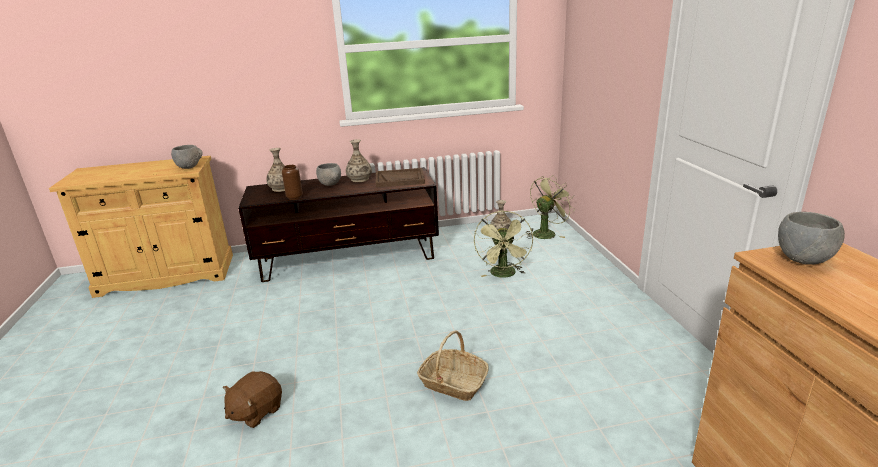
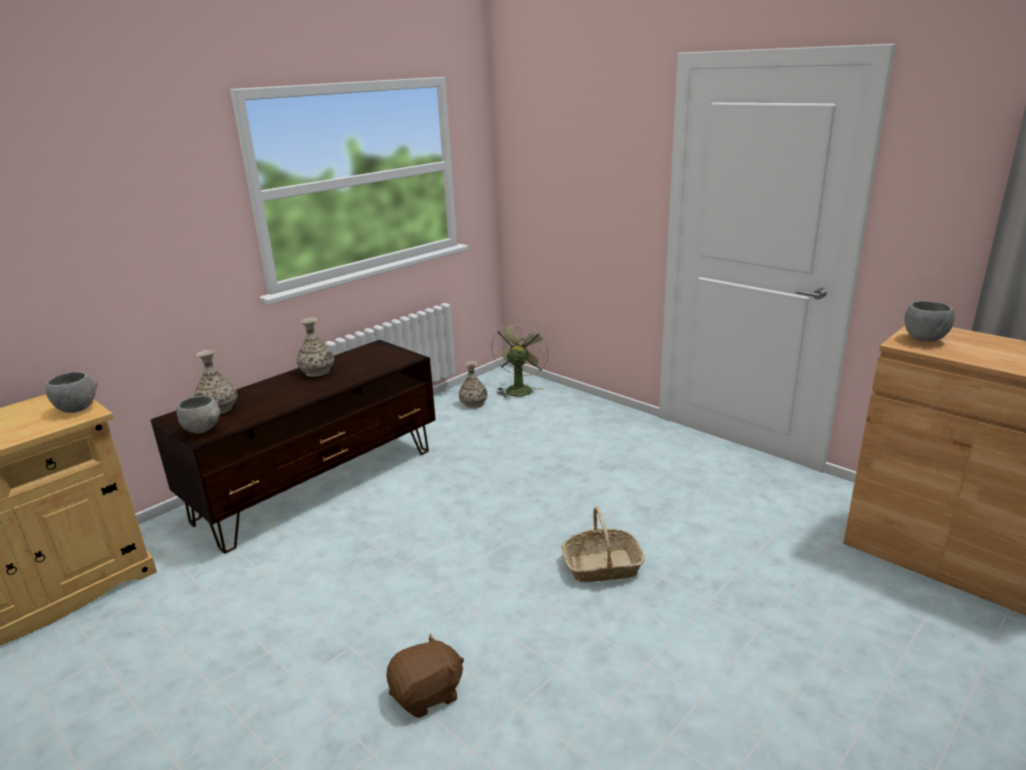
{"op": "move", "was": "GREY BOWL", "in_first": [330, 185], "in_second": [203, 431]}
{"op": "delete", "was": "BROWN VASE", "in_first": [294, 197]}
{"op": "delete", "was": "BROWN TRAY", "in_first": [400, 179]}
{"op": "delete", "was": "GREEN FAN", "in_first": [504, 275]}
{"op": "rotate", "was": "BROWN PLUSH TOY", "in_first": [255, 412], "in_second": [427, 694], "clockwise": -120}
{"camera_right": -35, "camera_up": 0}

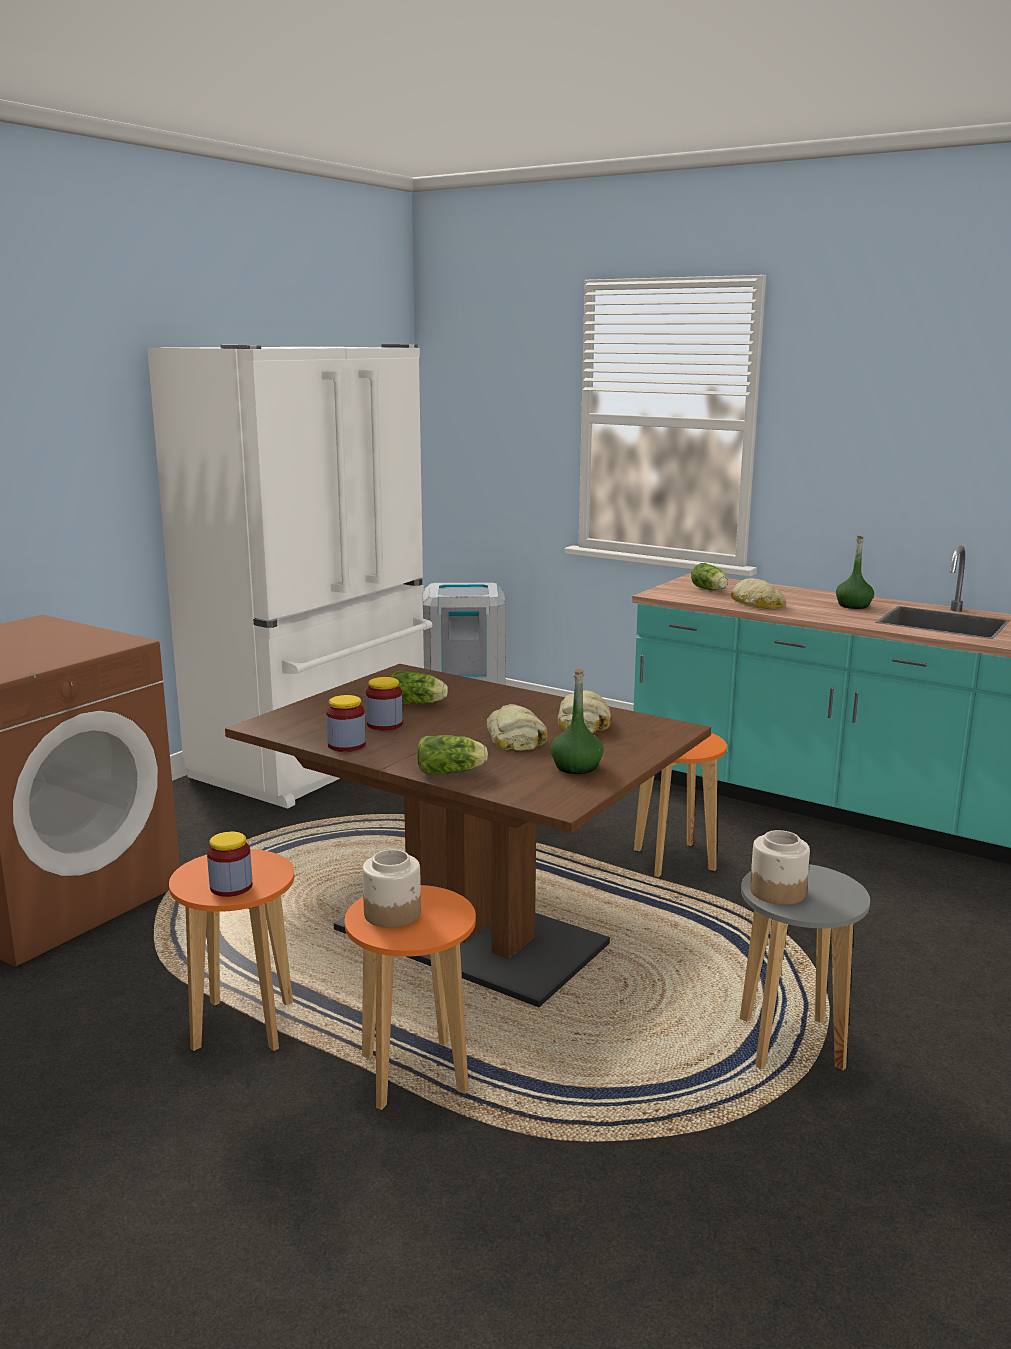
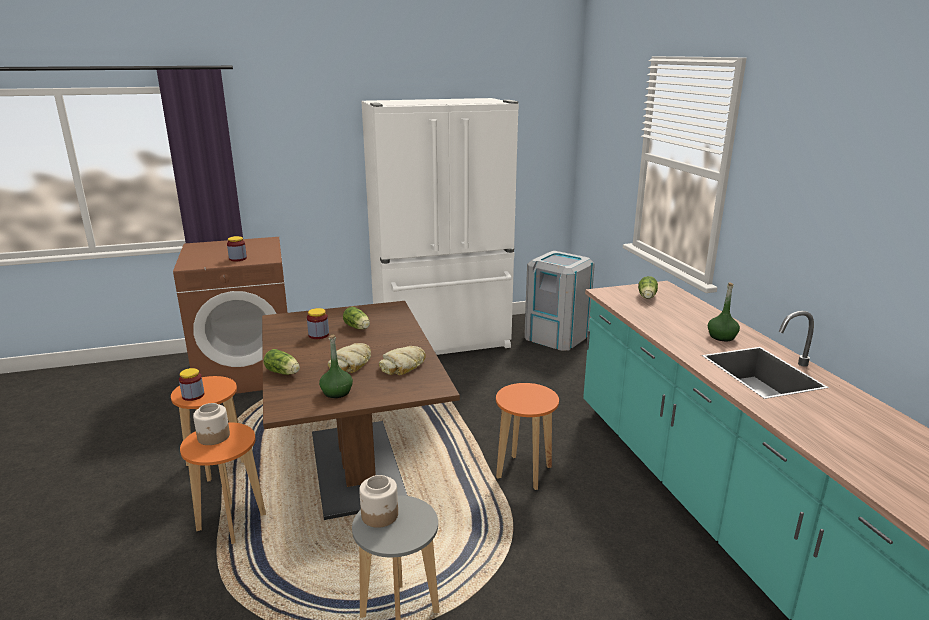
{"op": "delete", "was": "BREAD", "in_first": [757, 603]}
{"op": "move", "was": "JAR", "in_first": [346, 745], "in_second": [238, 259]}
{"camera_right": 40, "camera_up": 5}

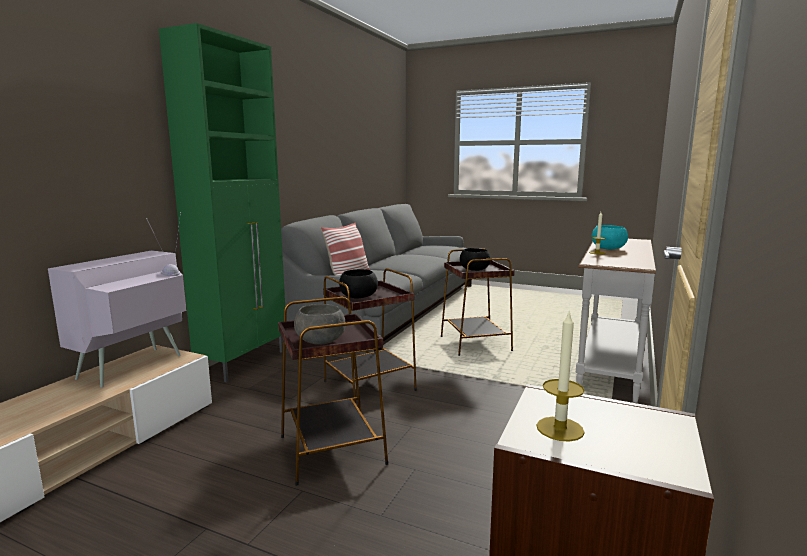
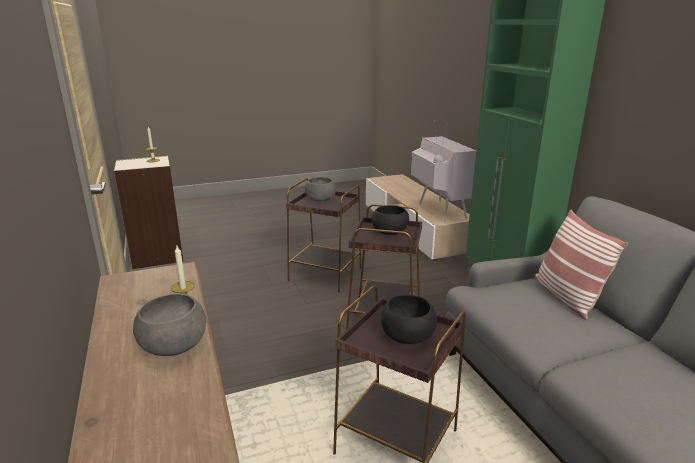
{"op": "recolor", "was": "TURQUOISE BOWL", "now": "GREY BOWL", "in_first": [608, 248], "in_second": [173, 345]}
{"camera_right": 135, "camera_up": 10}

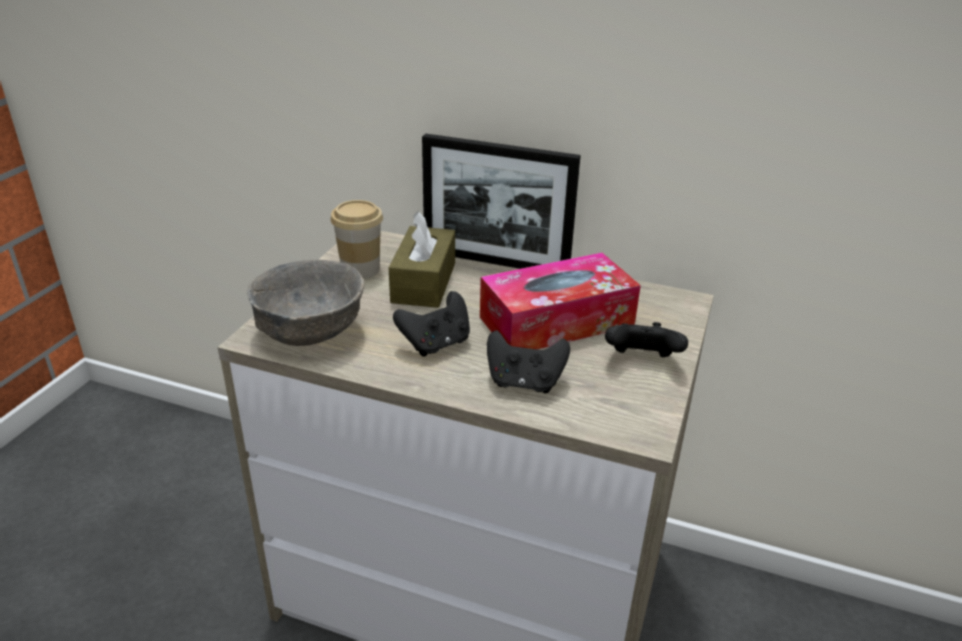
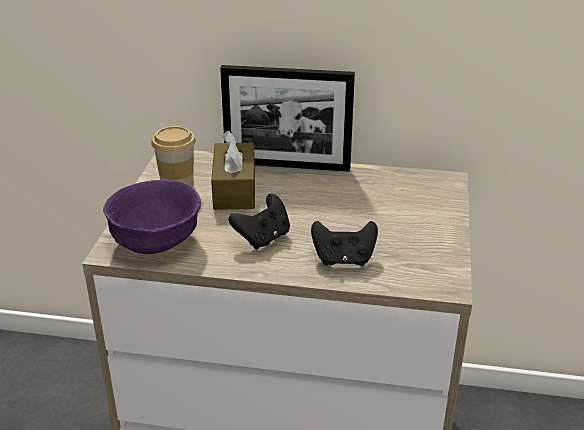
{"op": "delete", "was": "TISSUE BOX", "in_first": [556, 321]}
{"op": "recolor", "was": "GREY BOWL", "now": "PURPLE BOWL", "in_first": [310, 333], "in_second": [156, 242]}
{"op": "delete", "was": "BLACK GAME CONTROLLER", "in_first": [641, 360]}
{"camera_right": -10, "camera_up": 0}

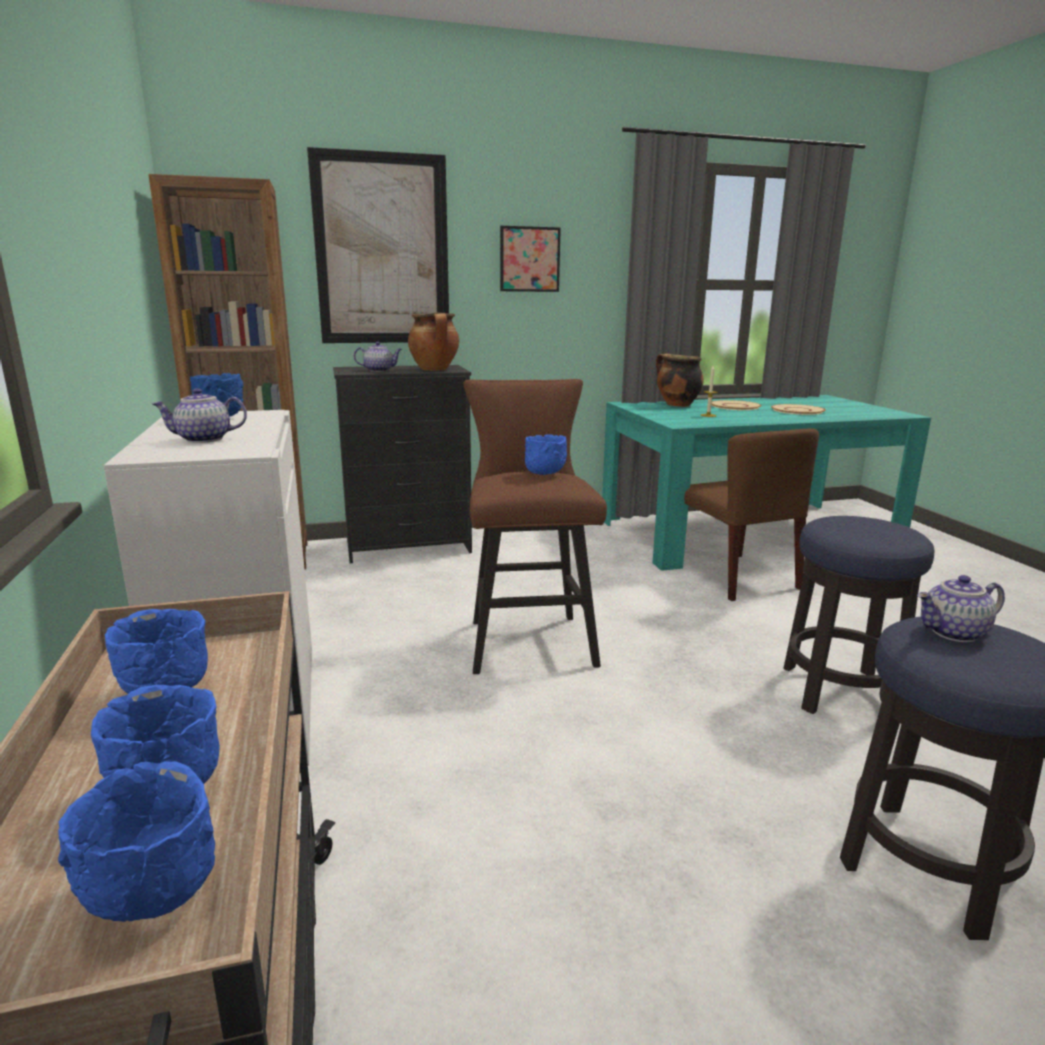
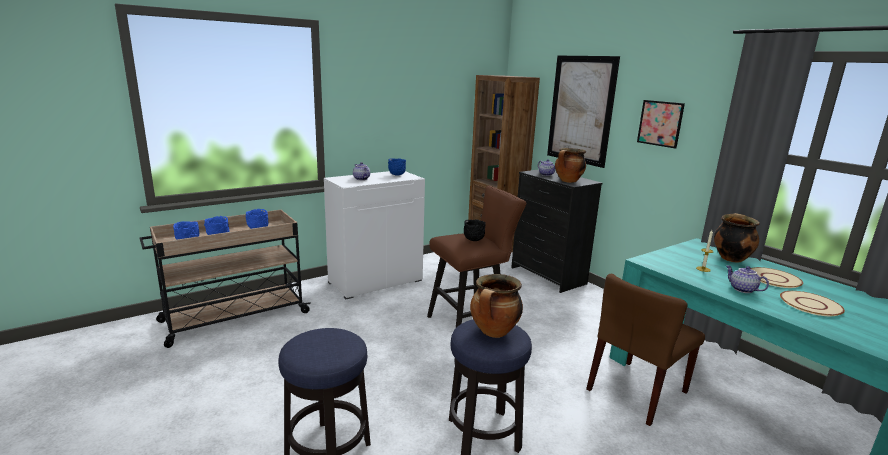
{"op": "recolor", "was": "BLUE BOWL", "now": "BLACK BOWL", "in_first": [545, 474], "in_second": [473, 240]}
{"op": "move", "was": "TEAPOT", "in_first": [954, 633], "in_second": [742, 289]}
{"op": "insert", "now": "COOKING POT", "in_second": [494, 332]}
{"camera_right": 70, "camera_up": 0}

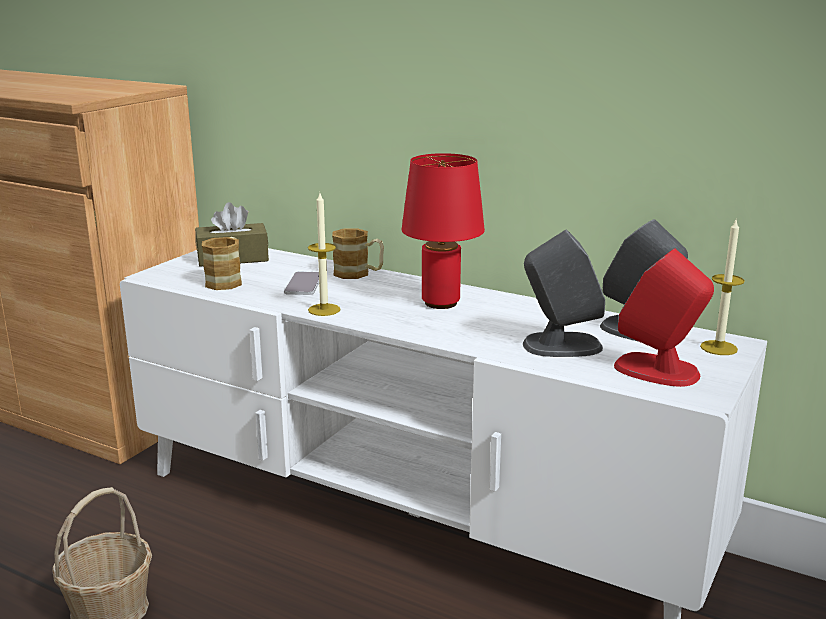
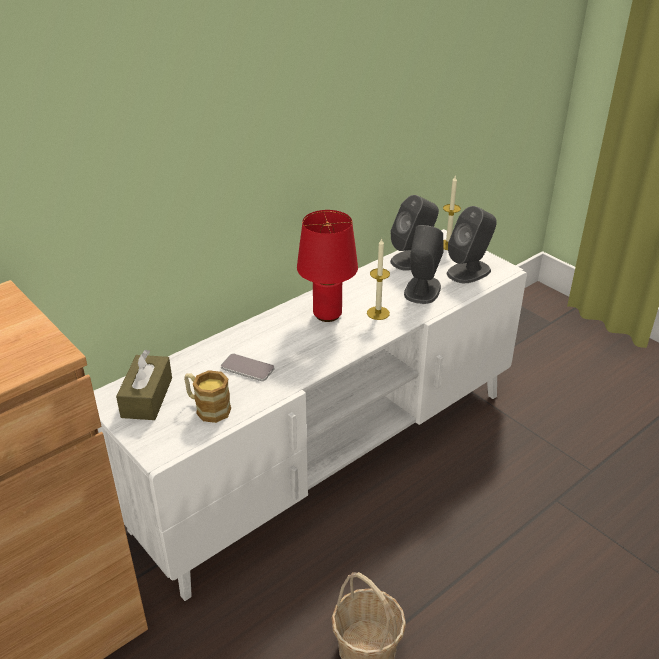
{"op": "move", "was": "CANDLE", "in_first": [324, 310], "in_second": [378, 313]}
{"op": "delete", "was": "MUG", "in_first": [358, 274]}
{"op": "recolor", "was": "RED SPEAKER", "now": "GREY SPEAKER", "in_first": [658, 370], "in_second": [469, 271]}
{"camera_right": -70, "camera_up": 15}

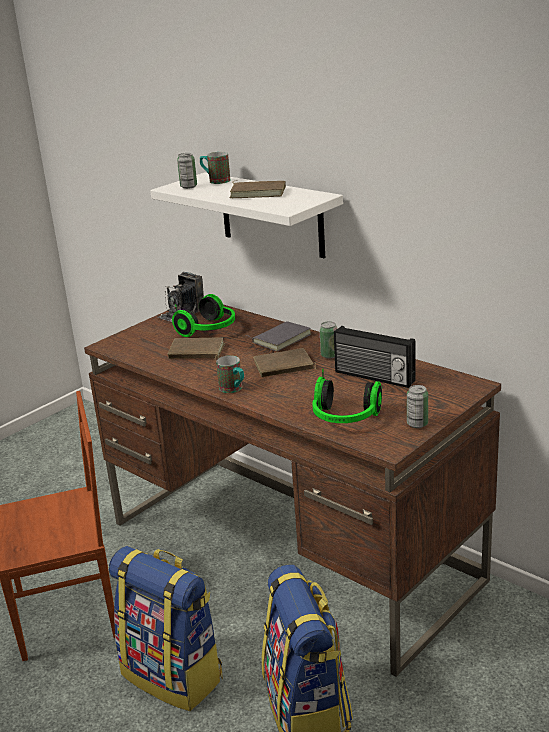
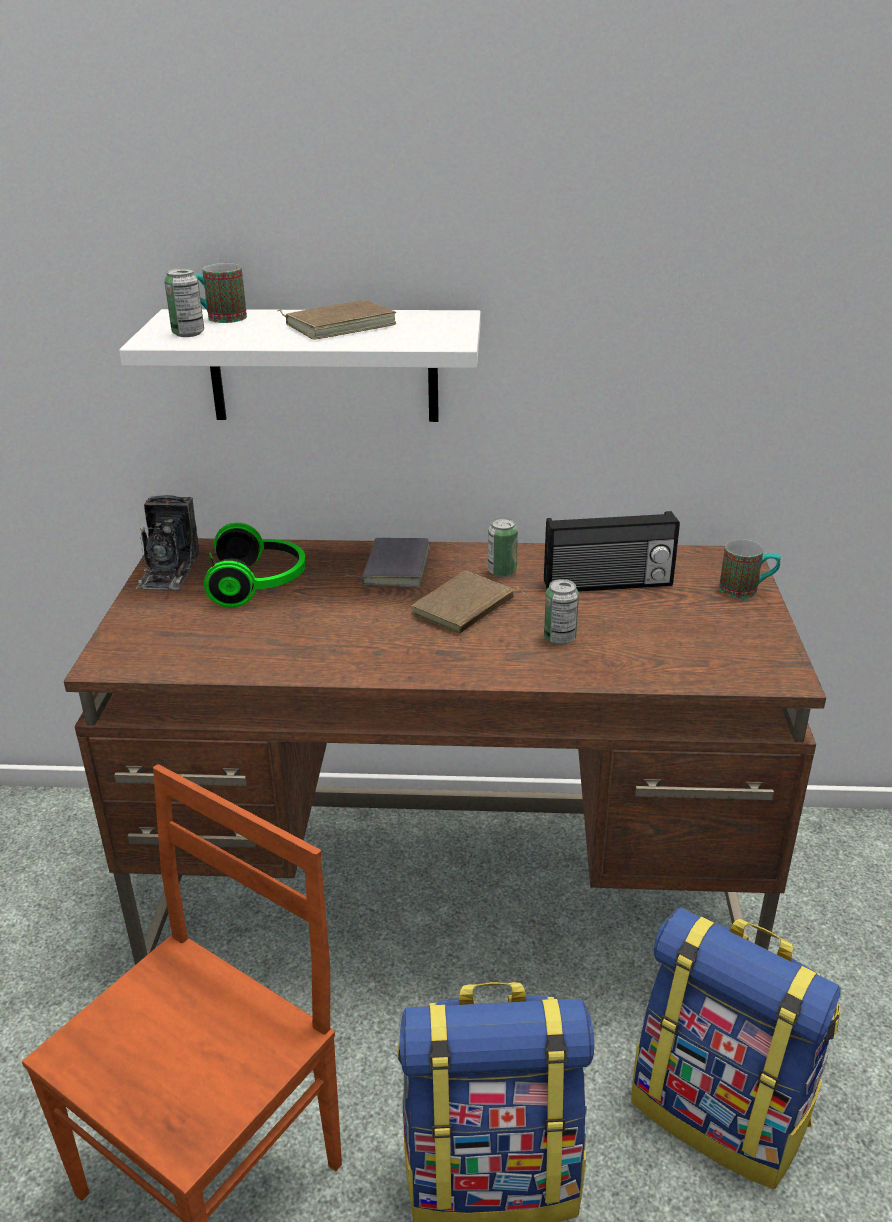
{"op": "delete", "was": "BROWN BOOK", "in_first": [196, 352]}
{"op": "move", "was": "MUG", "in_first": [234, 389], "in_second": [746, 591]}
{"op": "delete", "was": "HEADPHONES", "in_first": [345, 418]}
{"op": "move", "was": "CAN", "in_first": [417, 424], "in_second": [559, 638]}
{"camera_right": -40, "camera_up": 5}

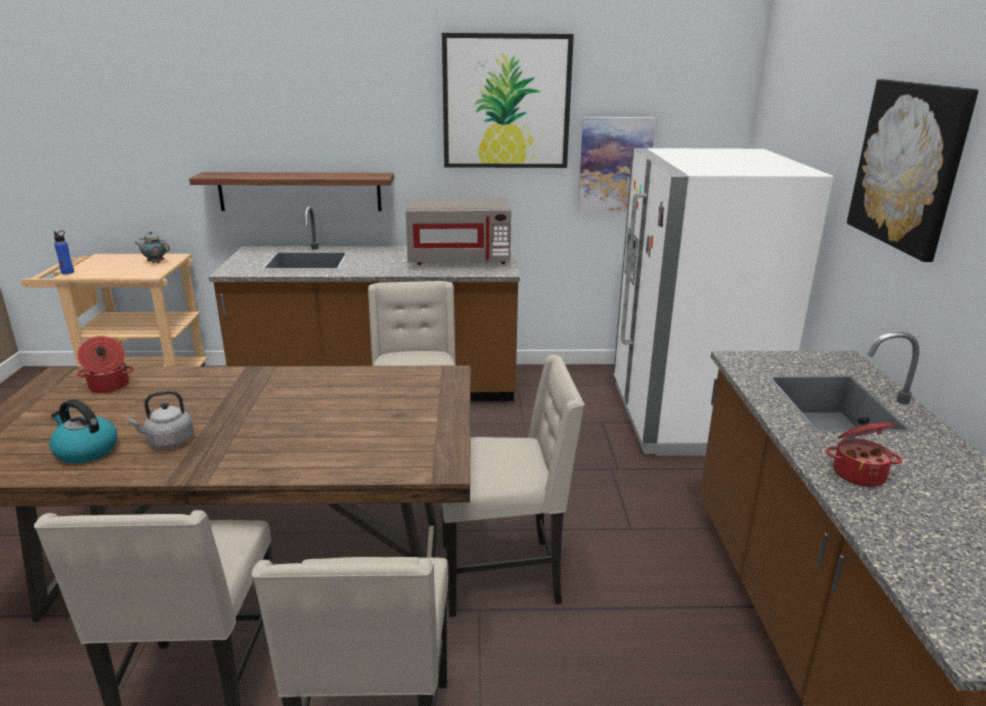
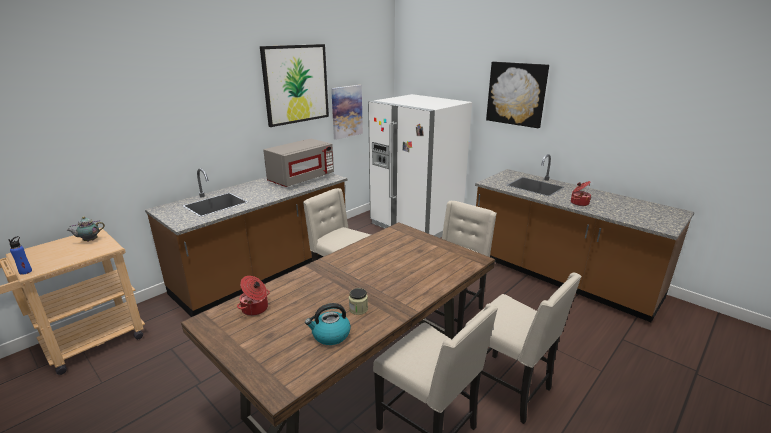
{"op": "delete", "was": "SHELF", "in_first": [300, 191]}
{"op": "replace", "was": "GREY KETTLE", "now": "JAR", "in_first": [168, 442], "in_second": [358, 309]}
{"camera_right": -45, "camera_up": 0}

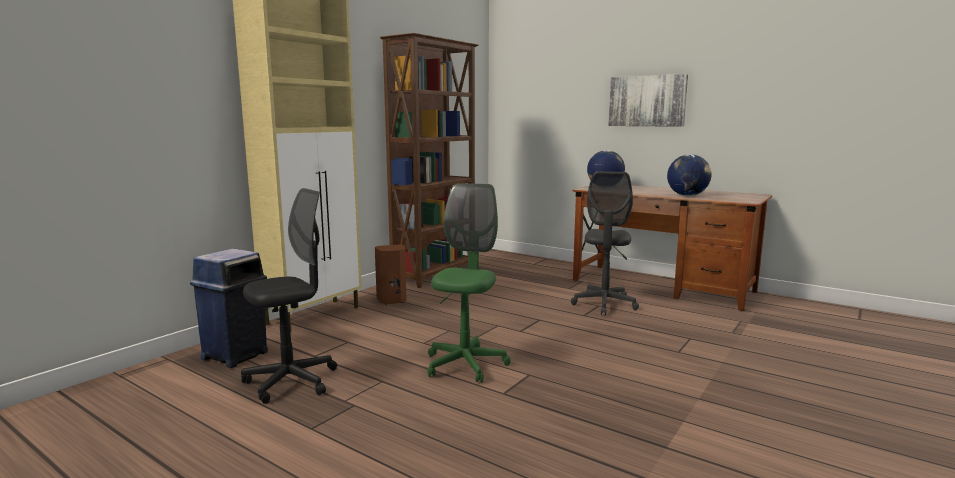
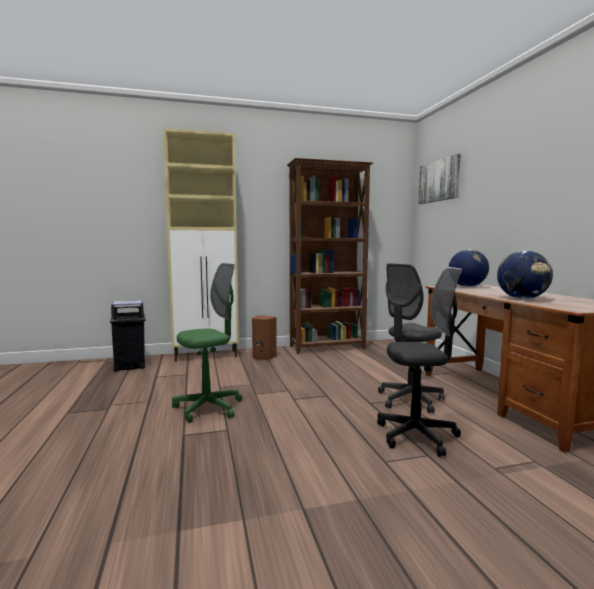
{"op": "move", "was": "PICTURE", "in_first": [647, 101], "in_second": [439, 181]}
{"op": "move", "was": "BLACK OFFICE CHAIR", "in_first": [291, 381], "in_second": [416, 436]}
{"camera_right": 40, "camera_up": -5}

